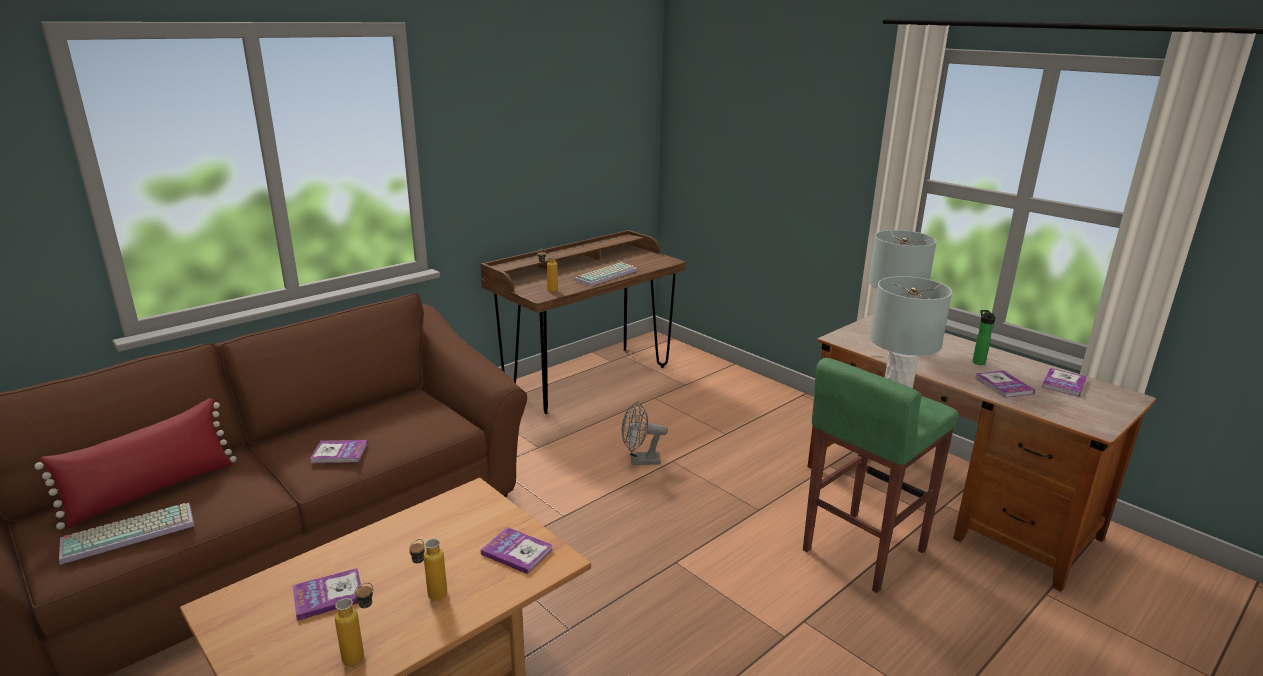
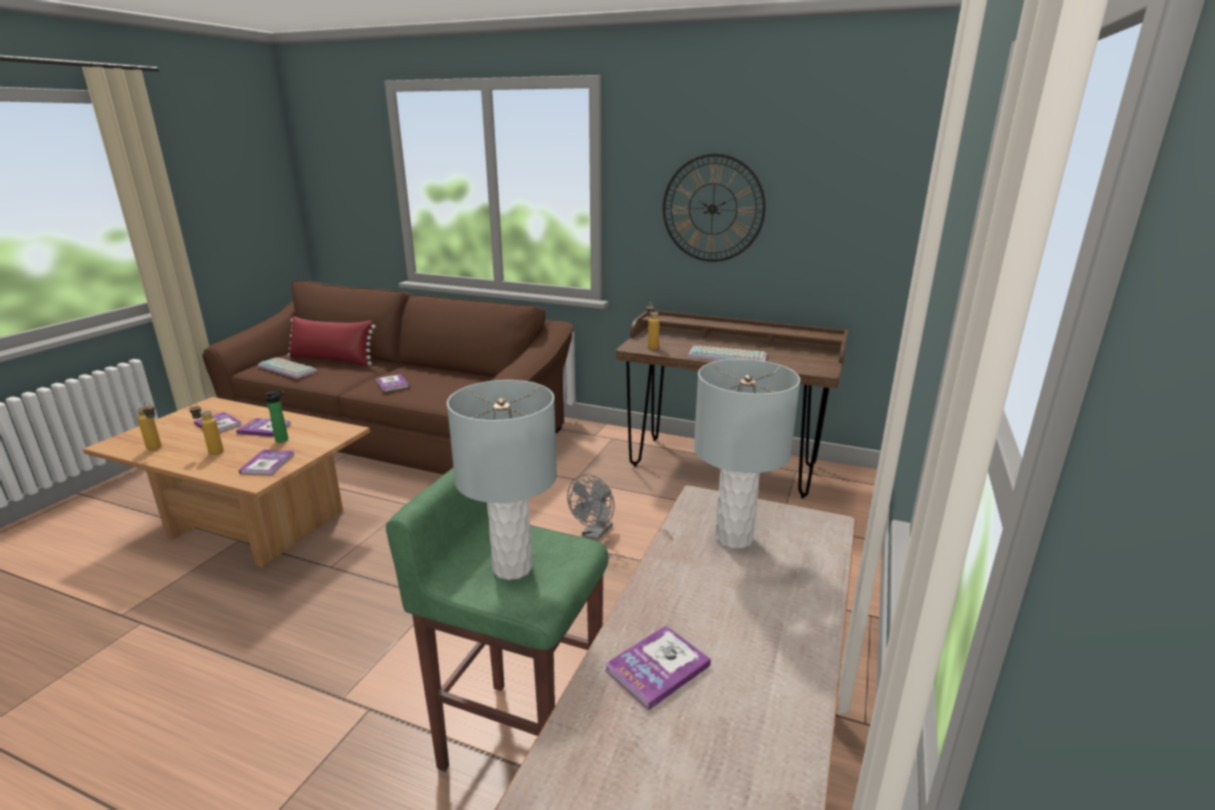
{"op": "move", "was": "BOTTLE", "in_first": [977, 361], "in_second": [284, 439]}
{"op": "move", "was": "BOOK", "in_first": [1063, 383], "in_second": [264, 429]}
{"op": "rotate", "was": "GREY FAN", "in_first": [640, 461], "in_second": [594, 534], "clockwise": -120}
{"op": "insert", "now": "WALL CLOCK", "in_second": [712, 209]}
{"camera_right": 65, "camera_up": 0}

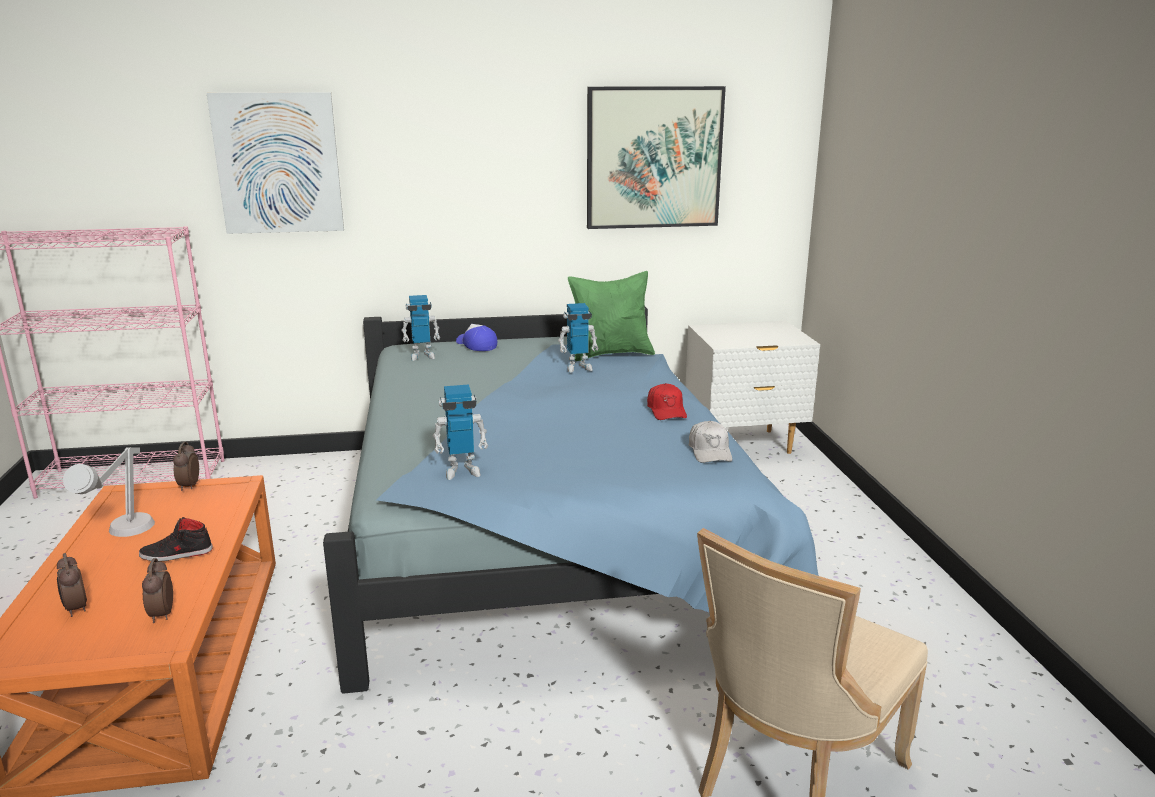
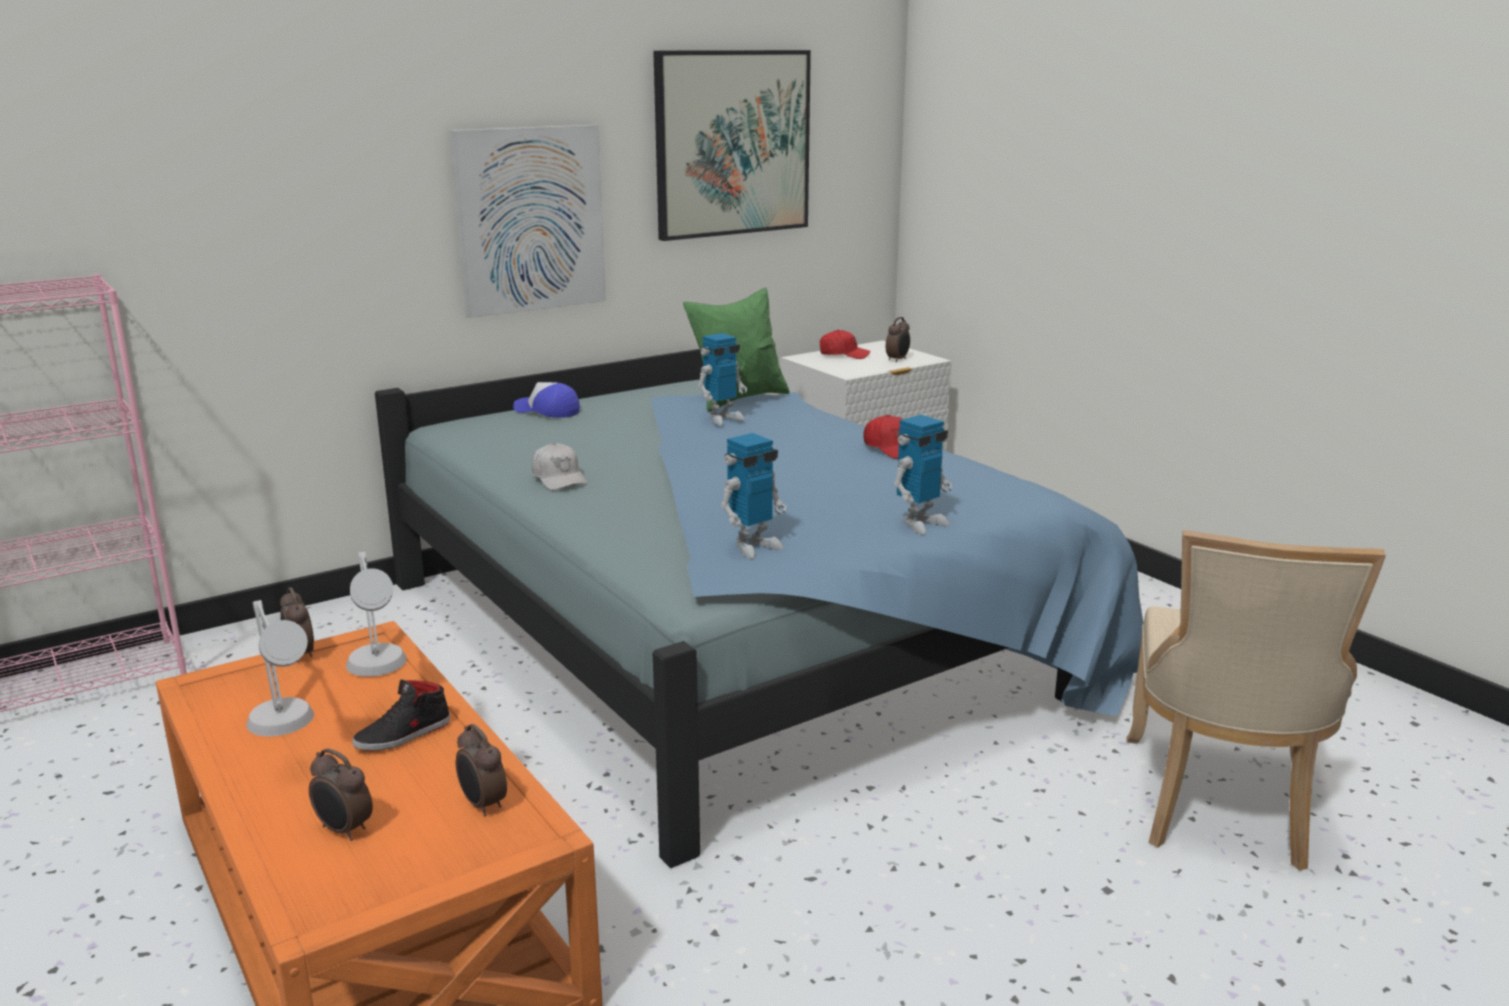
{"op": "move", "was": "PICTURE", "in_first": [278, 164], "in_second": [531, 220]}
{"op": "move", "was": "TOY ROBOT", "in_first": [422, 356], "in_second": [920, 523]}
{"op": "move", "was": "WHITE CAP", "in_first": [710, 451], "in_second": [559, 479]}
{"op": "insert", "now": "ALARM CLOCK", "in_second": [898, 360]}
{"op": "insert", "now": "RED CAP", "in_second": [843, 354]}
{"op": "insert", "now": "GREY TABLE LAMP", "in_second": [378, 676]}
{"camera_right": -25, "camera_up": 0}

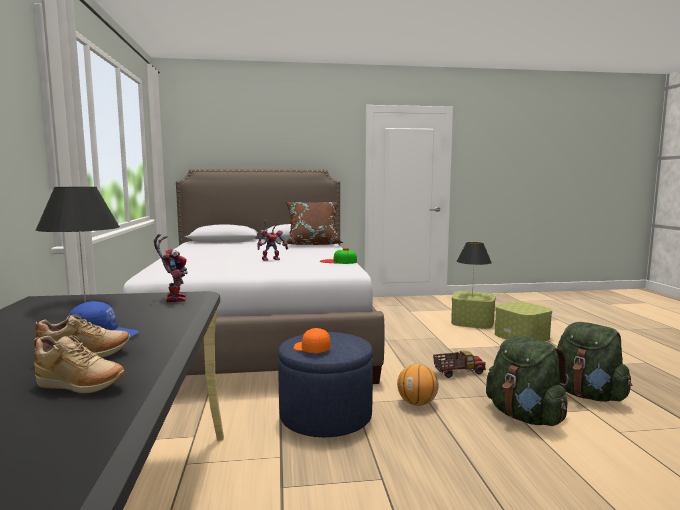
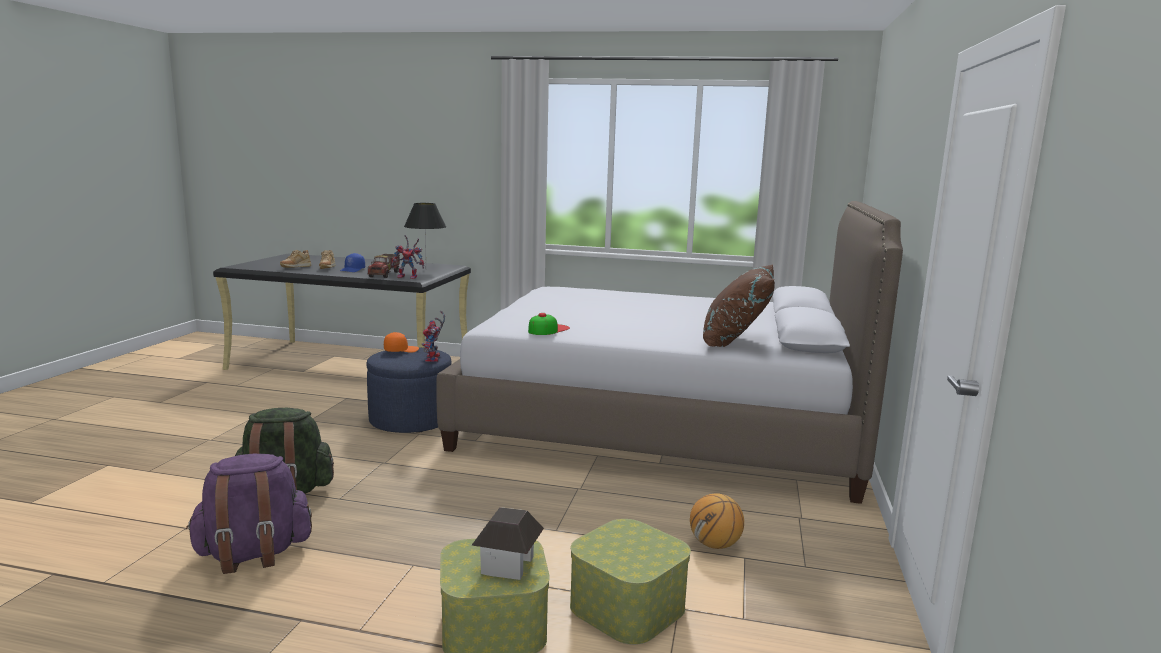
{"op": "move", "was": "TOY ROBOT", "in_first": [272, 259], "in_second": [434, 359]}
{"op": "delete", "was": "BLACK TABLE LAMP", "in_first": [472, 296]}
{"op": "recolor", "was": "GREEN BACKPACK", "now": "PURPLE BACKPACK", "in_first": [587, 395], "in_second": [253, 554]}
{"op": "move", "was": "TOY TRUCK", "in_first": [458, 372], "in_second": [385, 274]}
{"op": "move", "was": "BASKETBALL", "in_first": [417, 403], "in_second": [715, 545]}
{"op": "insert", "now": "TOY HOUSE", "in_second": [508, 565]}
{"camera_right": 110, "camera_up": 5}

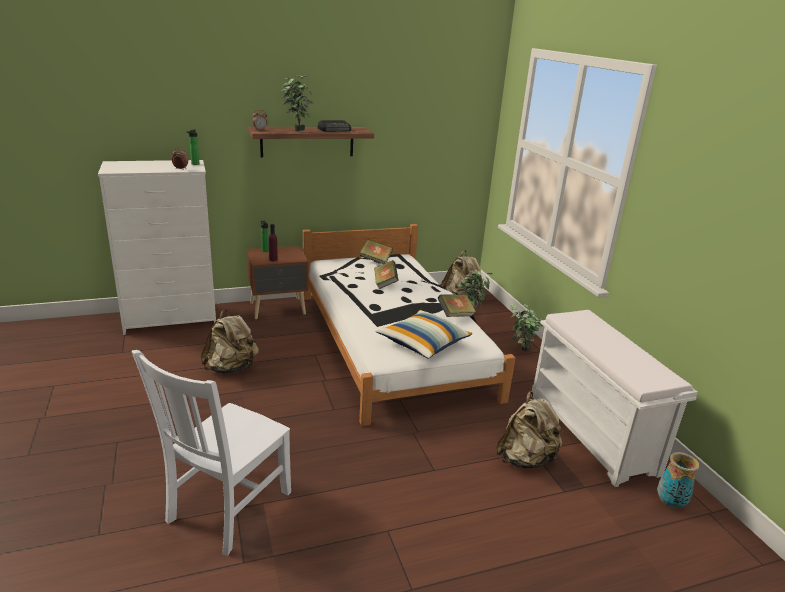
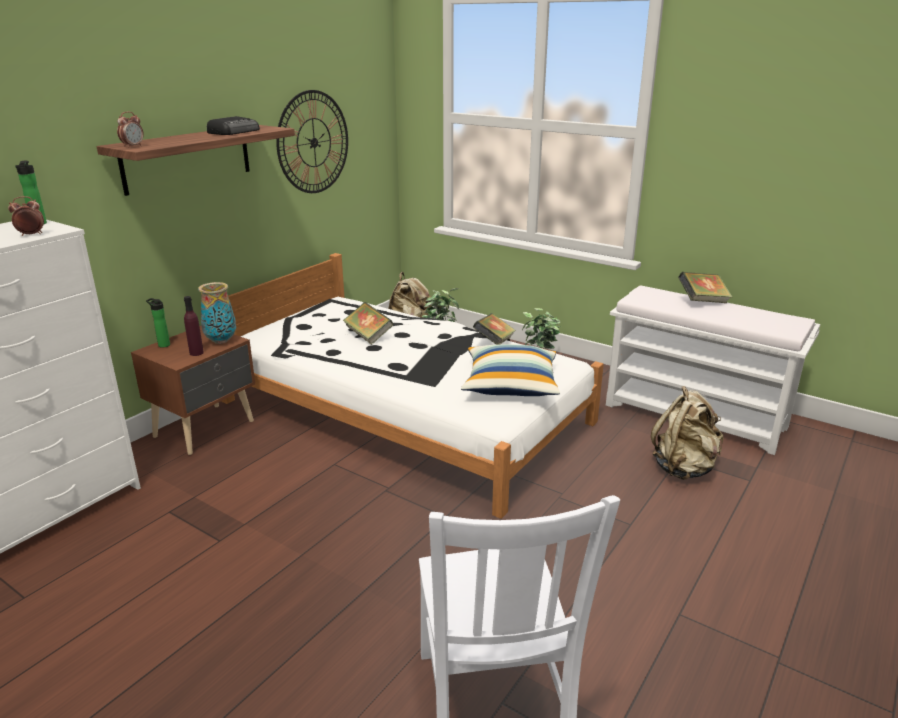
{"op": "delete", "was": "POTTED PLANT", "in_first": [297, 130]}
{"op": "move", "was": "BOOK", "in_first": [375, 260], "in_second": [702, 301]}
{"op": "delete", "was": "BEIGE BACKPACK", "in_first": [231, 368]}
{"op": "move", "was": "VASE", "in_first": [670, 503], "in_second": [221, 341]}
{"op": "insert", "now": "WALL CLOCK", "in_second": [313, 142]}
{"camera_right": -35, "camera_up": 0}

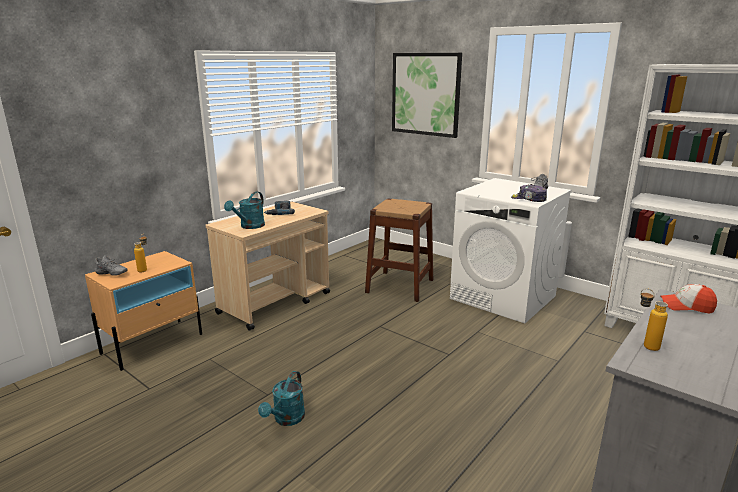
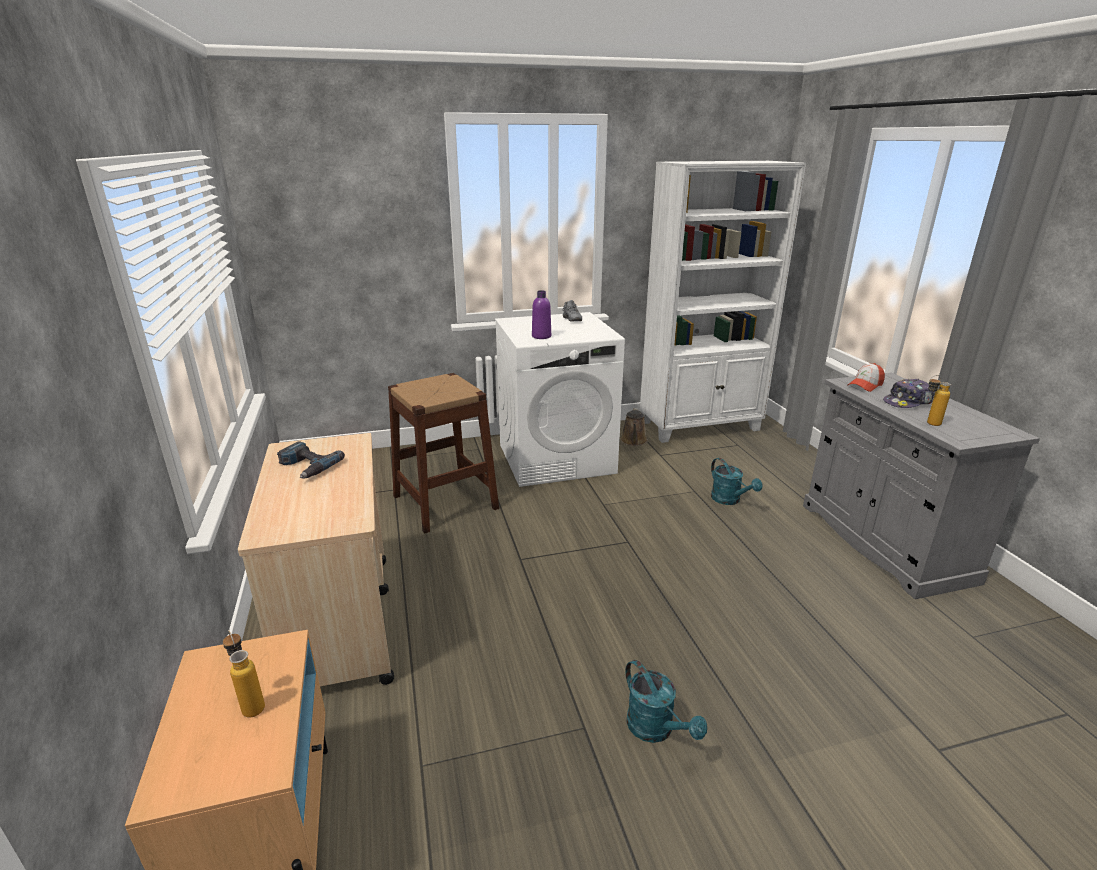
{"op": "delete", "was": "PICTURE", "in_first": [425, 94]}
{"op": "move", "was": "CAP", "in_first": [528, 199], "in_second": [908, 402]}
{"op": "move", "was": "TURQUOISE WATERING CAN", "in_first": [249, 226], "in_second": [729, 500]}
{"op": "delete", "was": "GREY SHOE", "in_first": [111, 274]}
{"op": "insert", "now": "PURPLE BOTTLE", "in_second": [541, 336]}
{"op": "insert", "now": "BROWN WATERING CAN", "in_second": [634, 441]}
{"camera_right": -55, "camera_up": 5}

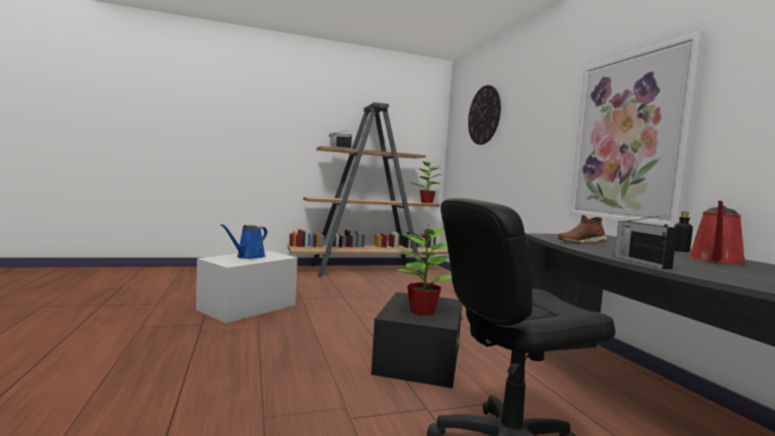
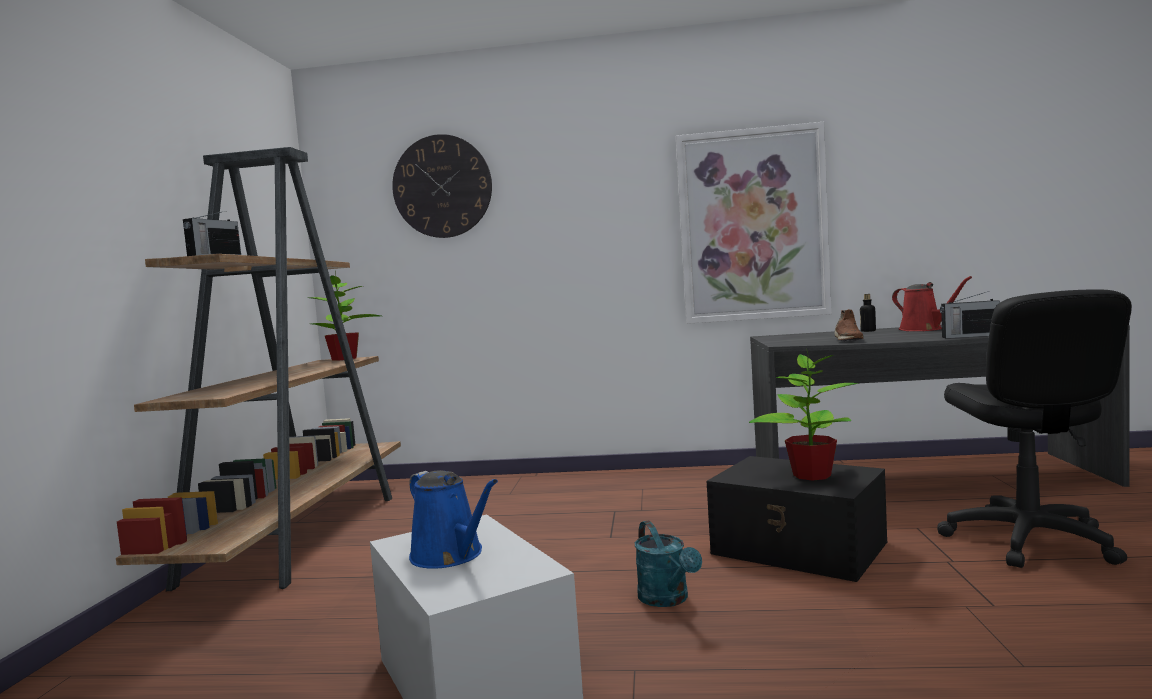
{"op": "insert", "now": "TURQUOISE WATERING CAN", "in_second": [668, 599]}
{"camera_right": -65, "camera_up": 0}

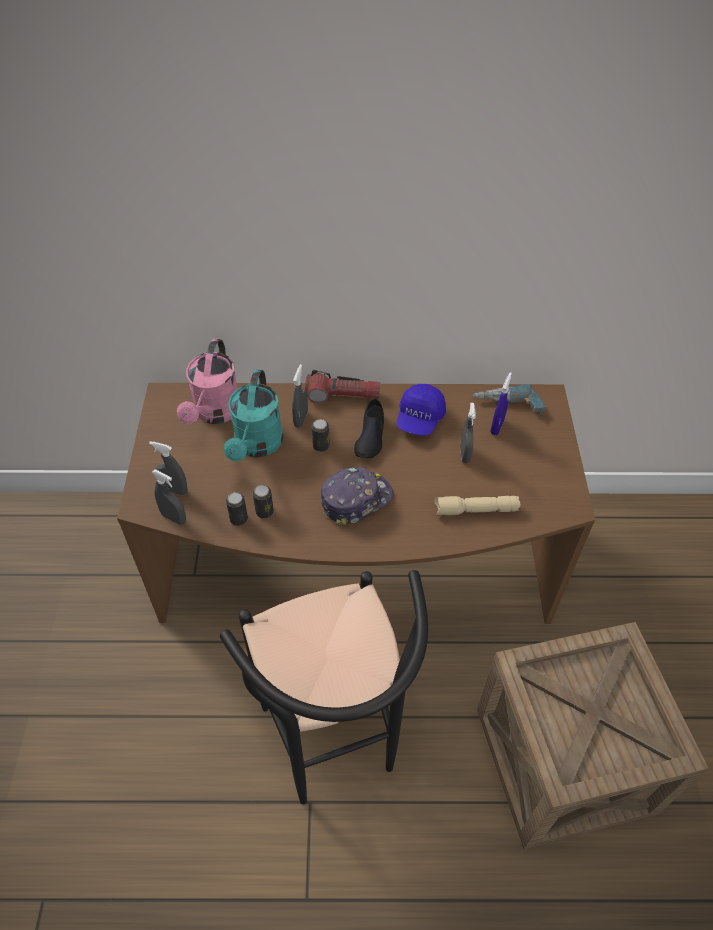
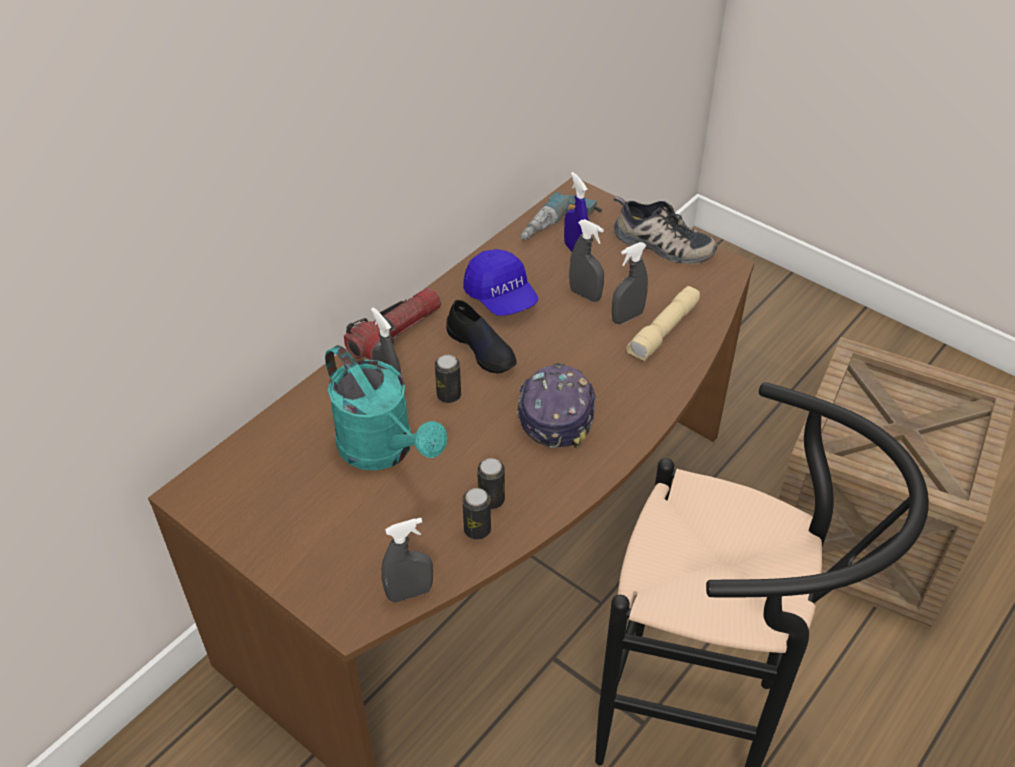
{"op": "delete", "was": "PINK WATERING CAN", "in_first": [215, 413]}
{"op": "move", "was": "GREY SPRAY BOTTLE", "in_first": [174, 490], "in_second": [627, 317]}
{"op": "insert", "now": "SHOE", "in_second": [661, 245]}
{"camera_right": -50, "camera_up": -5}

